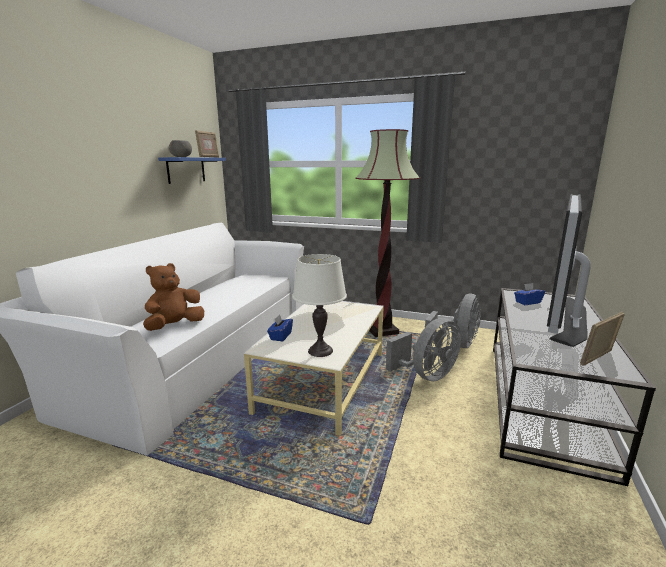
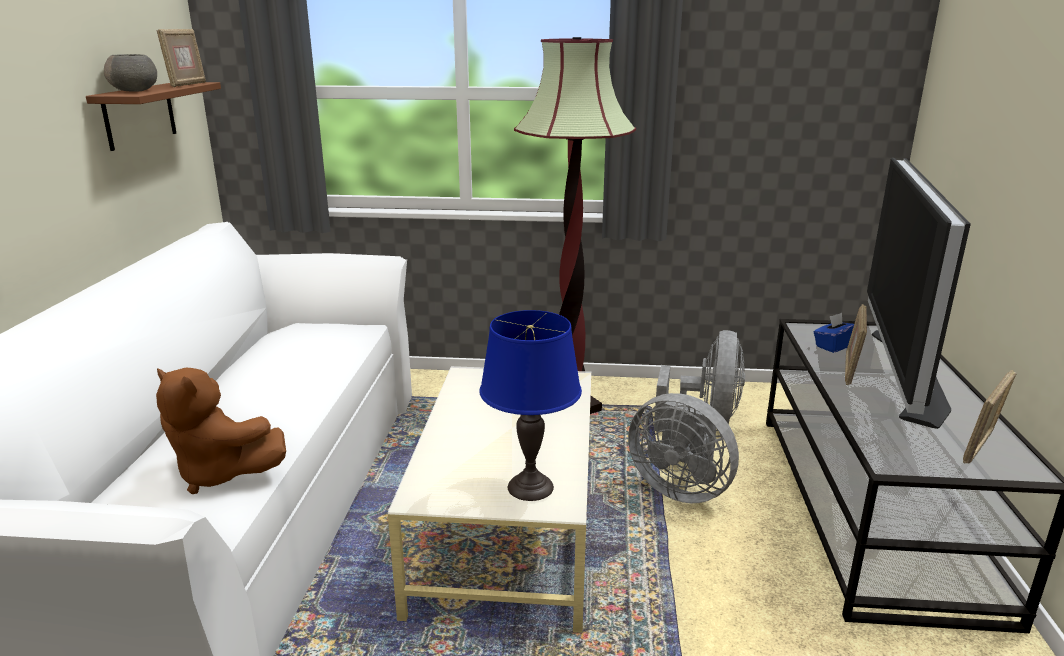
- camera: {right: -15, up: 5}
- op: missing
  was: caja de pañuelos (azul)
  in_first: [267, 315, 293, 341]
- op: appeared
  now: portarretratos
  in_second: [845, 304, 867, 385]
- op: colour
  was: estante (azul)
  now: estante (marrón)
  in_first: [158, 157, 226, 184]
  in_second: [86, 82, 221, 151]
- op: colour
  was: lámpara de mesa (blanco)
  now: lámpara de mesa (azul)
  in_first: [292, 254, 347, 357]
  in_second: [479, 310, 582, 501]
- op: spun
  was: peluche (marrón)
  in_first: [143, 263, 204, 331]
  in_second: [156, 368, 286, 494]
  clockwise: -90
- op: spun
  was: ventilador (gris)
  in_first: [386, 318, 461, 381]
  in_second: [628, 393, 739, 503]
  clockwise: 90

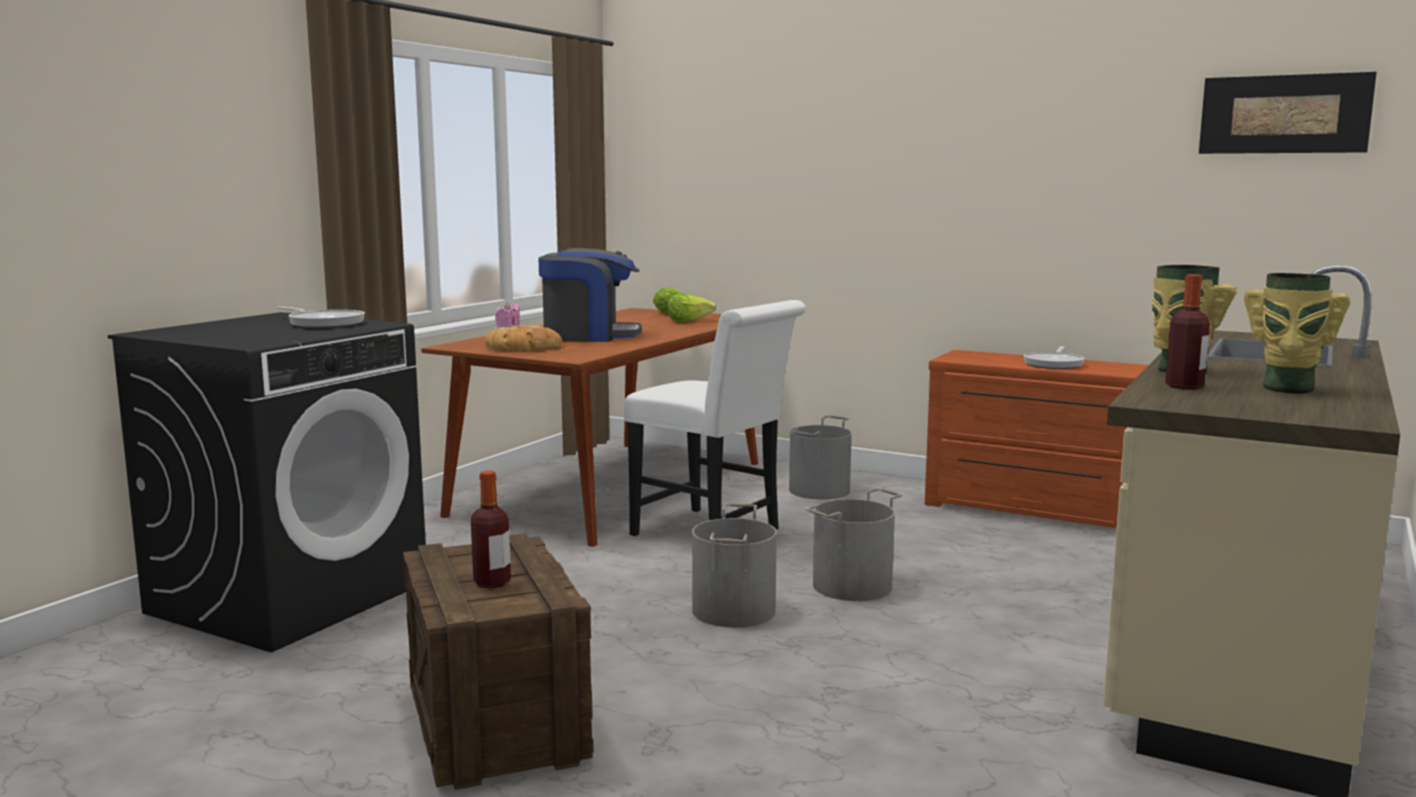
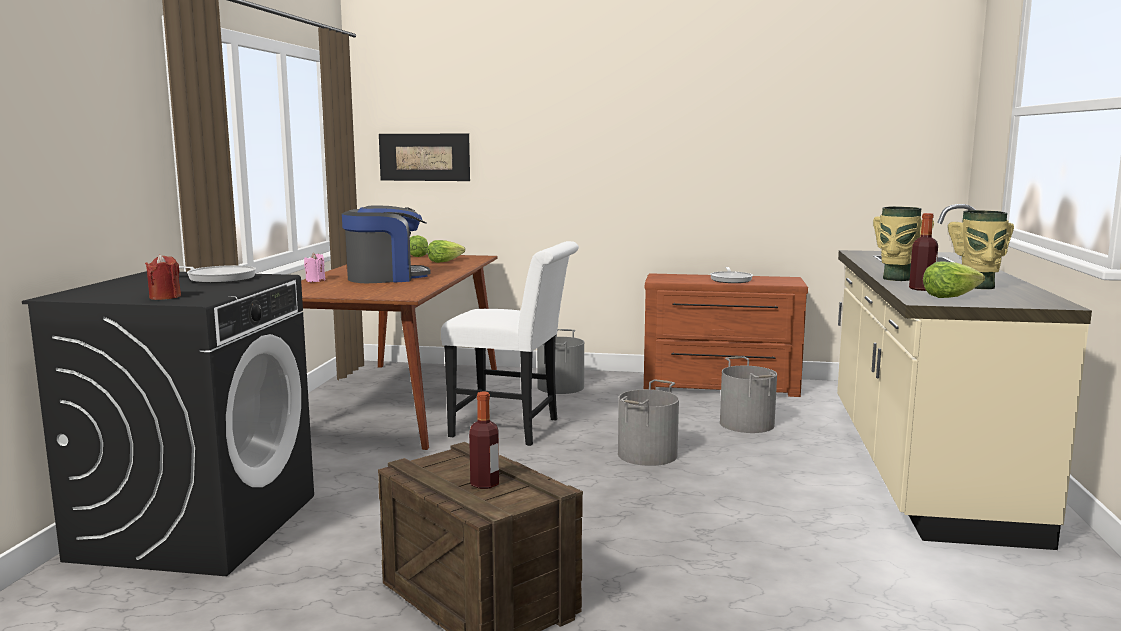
- camera: {right: -20, up: 0}
- op: missing
  was: pan
  in_first: [485, 325, 562, 352]
- op: appeared
  now: vela (rojo)
  in_second: [145, 254, 181, 300]
- op: appeared
  now: lechuga
  in_second: [923, 262, 985, 298]
- op: relocated
  was: cubo (gris)
  in_first: [692, 503, 777, 627]
  in_second: [720, 356, 777, 433]
- op: relocated
  was: cuadro
  in_first: [1199, 72, 1377, 154]
  in_second: [379, 134, 470, 181]

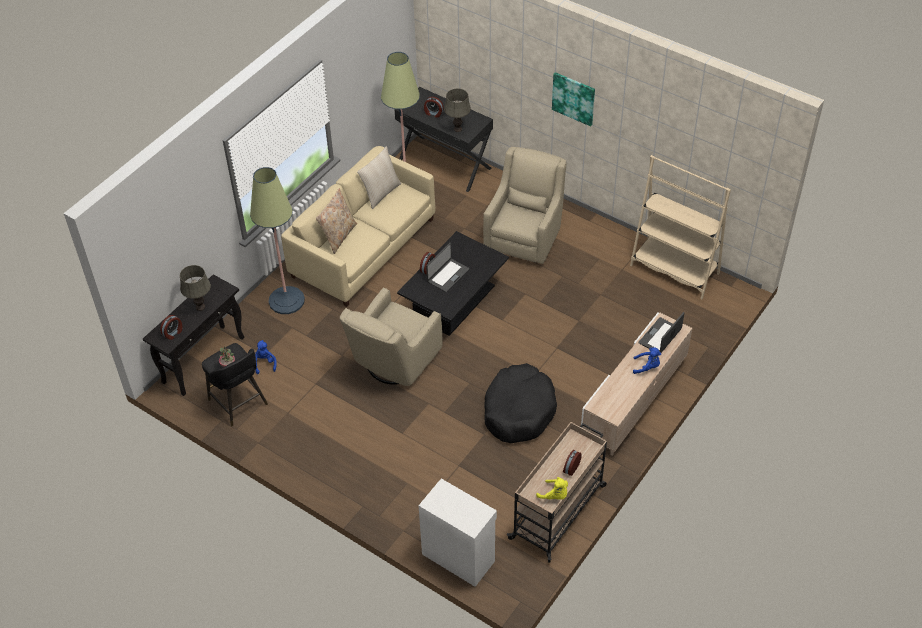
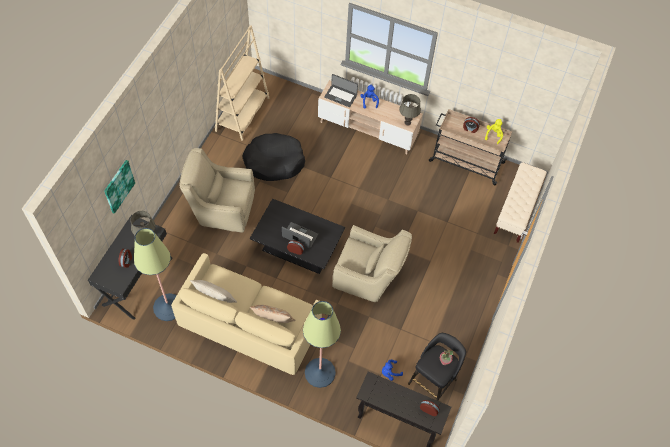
- camera: {right: -105, up: 10}
- op: relocated
  was: lámpara de mesa (gris)
  in_first: [180, 265, 211, 311]
  in_second: [399, 94, 421, 125]
- op: relocated
  was: cama para perro (negro)
  in_first: [484, 363, 557, 443]
  in_second: [242, 133, 305, 181]
- op: relocated
  was: cuadro
  in_first: [552, 72, 595, 126]
  in_second: [104, 160, 135, 214]
- op: exchanged
  was: armario (blanco)
  now: banco (beis)
  in_first: [418, 478, 497, 587]
  in_second: [494, 162, 547, 243]

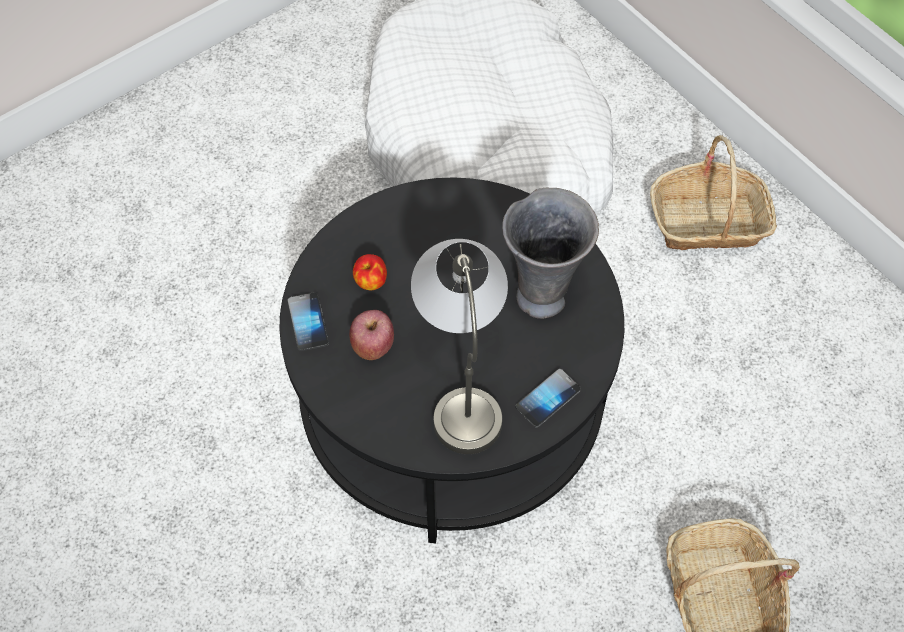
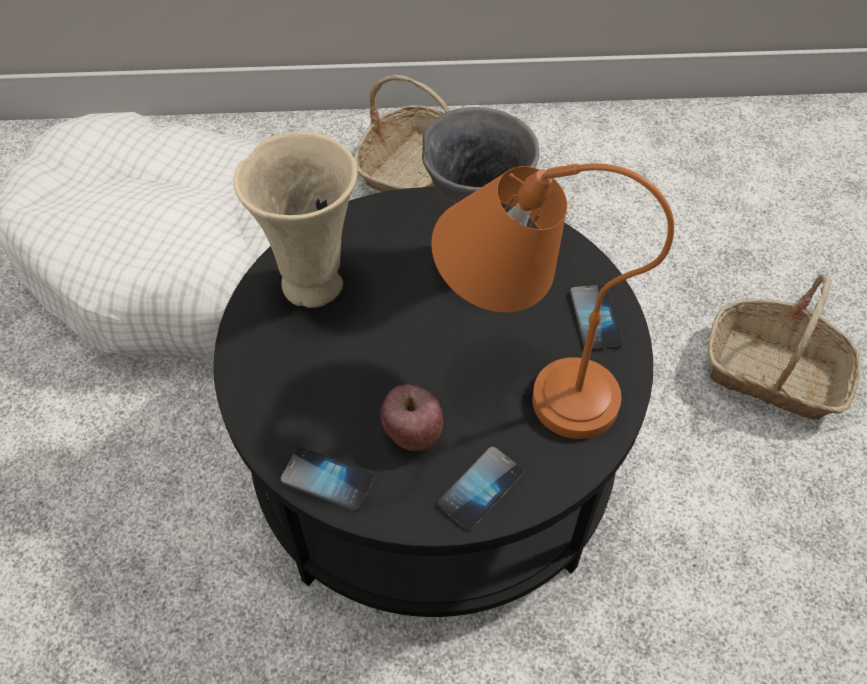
- camera: {right: -55, up: -5}
- op: missing
  was: manzana
  in_first: [353, 254, 387, 290]
- op: appeared
  now: florero (beis)
  in_second: [233, 131, 358, 308]
- op: appeared
  now: móvil
  in_second: [437, 446, 523, 531]
- op: colour
  was: lámpara de mesa (gris)
  now: lámpara de mesa (naranja)
  in_first: [411, 239, 508, 454]
  in_second: [431, 164, 674, 439]

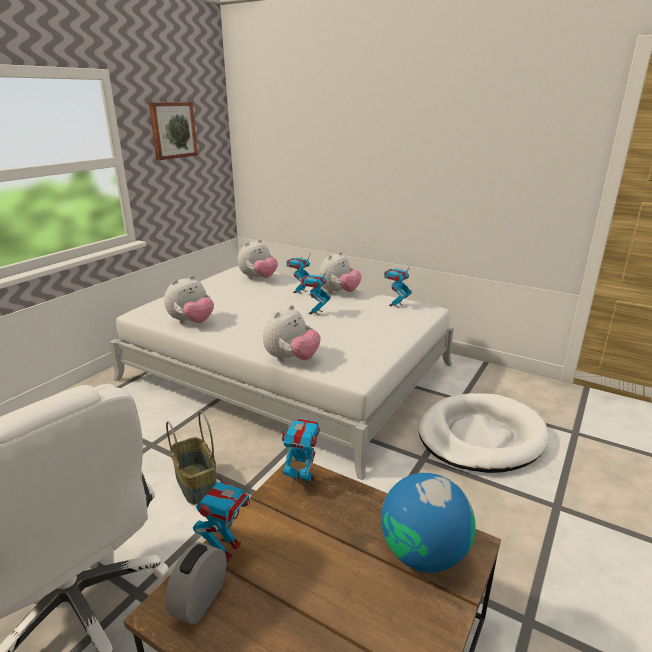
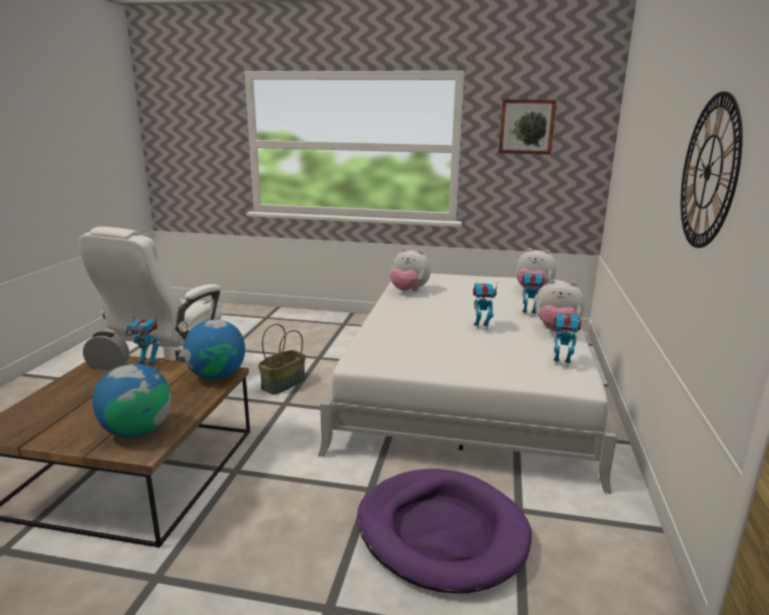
- camera: {right: 70, up: -5}
- op: missing
  was: peluche
  in_first: [263, 305, 321, 362]
- op: appeared
  now: reloj de pared
  in_second: [681, 91, 743, 248]
- op: exchanged
  was: robot de juguete
  now: globo terráqueo
  in_first: [280, 418, 320, 488]
  in_second: [183, 320, 245, 380]
- op: colour
  was: cama para perro (blanco)
  now: cama para perro (morado)
  in_first: [419, 393, 549, 473]
  in_second: [357, 469, 532, 593]

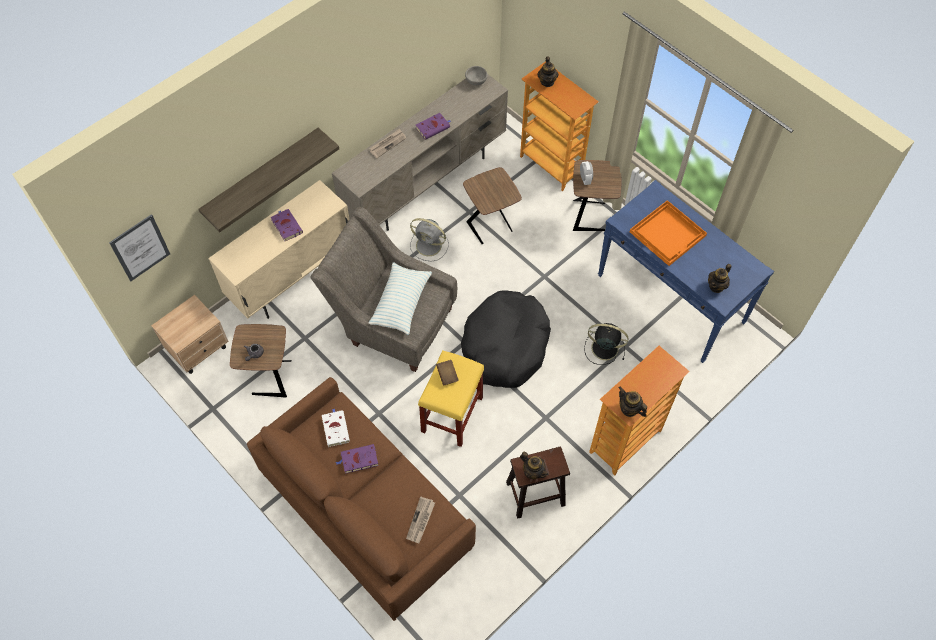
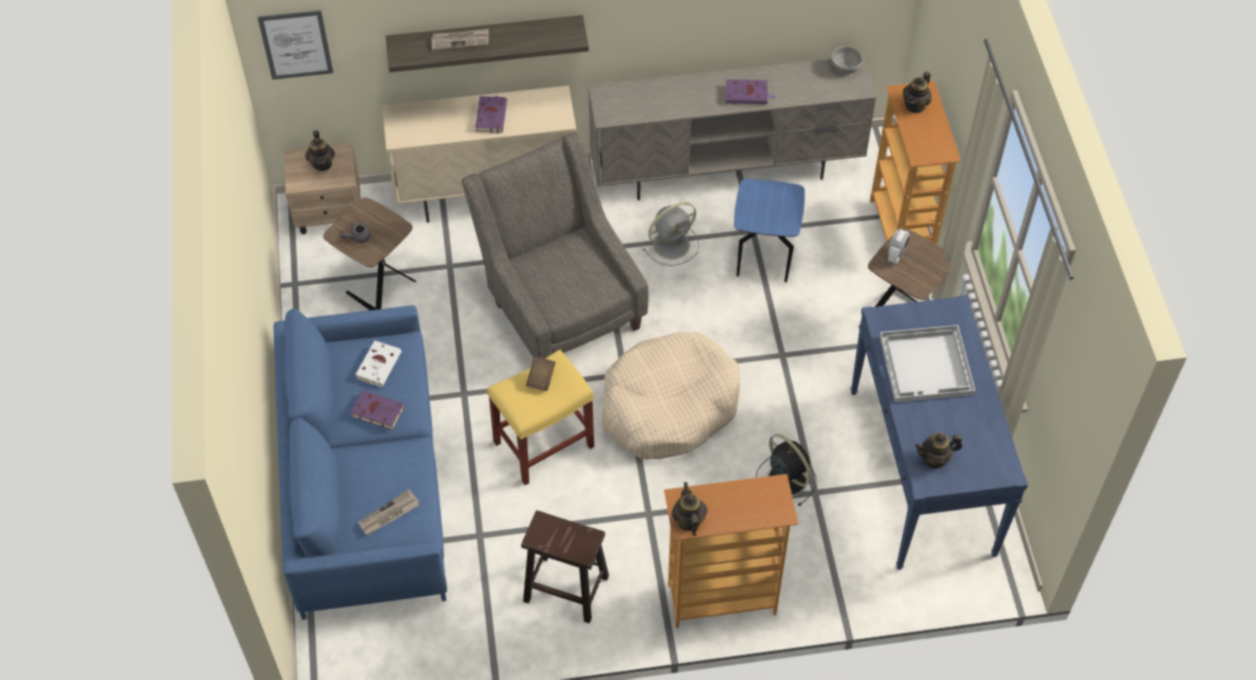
- camera: {right: 35, up: -5}
- op: missing
  was: cojín
  in_first: [369, 262, 432, 335]
- op: relocated
  was: periódico
  in_first: [369, 129, 406, 158]
  in_second: [431, 29, 489, 50]
- op: relocated
  was: tetera
  in_first: [520, 452, 549, 479]
  in_second: [305, 130, 335, 171]
- op: colour
  was: sofá (marrón)
  now: sofá (azul)
  in_first: [247, 377, 476, 621]
  in_second: [273, 305, 447, 620]
- op: colour
  was: cama para perro (negro)
  now: cama para perro (beis)
  in_first: [461, 290, 551, 388]
  in_second: [602, 332, 740, 460]
- op: colour
  was: mesa auxiliar (marrón)
  now: mesa auxiliar (azul)
  in_first: [463, 167, 522, 244]
  in_second: [734, 179, 805, 282]
- op: colour
  was: bandeja (naranja)
  now: bandeja (blanco)
  in_first: [630, 200, 707, 266]
  in_second: [880, 325, 976, 402]
- op: spun
  was: ventilador (gris)
  in_first: [410, 218, 449, 262]
  in_second: [642, 202, 699, 266]
  clockwise: -90

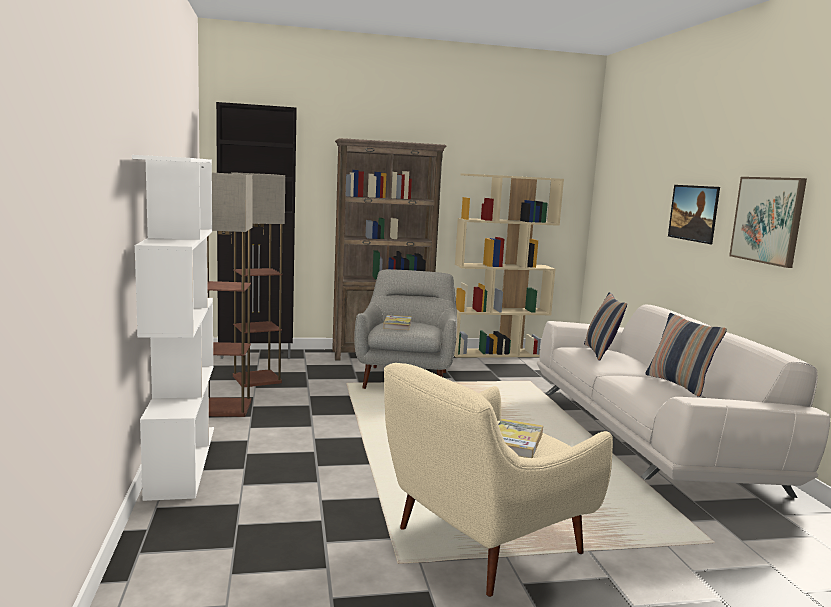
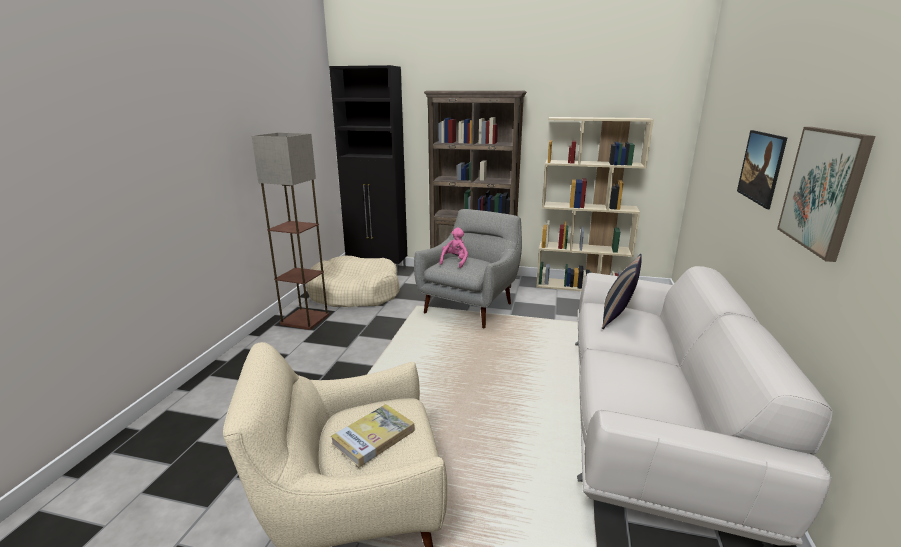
- camera: {right: 25, up: 10}
- op: missing
  was: estantería (blanco)
  in_first: [132, 155, 214, 501]
- op: missing
  was: cojín
  in_first: [645, 313, 727, 397]
- op: exchanged
  was: lámpara de pie
  now: cama para perro (beis)
  in_first: [232, 172, 285, 387]
  in_second: [306, 255, 399, 307]
- op: exchanged
  was: libro
  now: peluche (rosa)
  in_first: [383, 315, 412, 330]
  in_second: [439, 227, 468, 268]

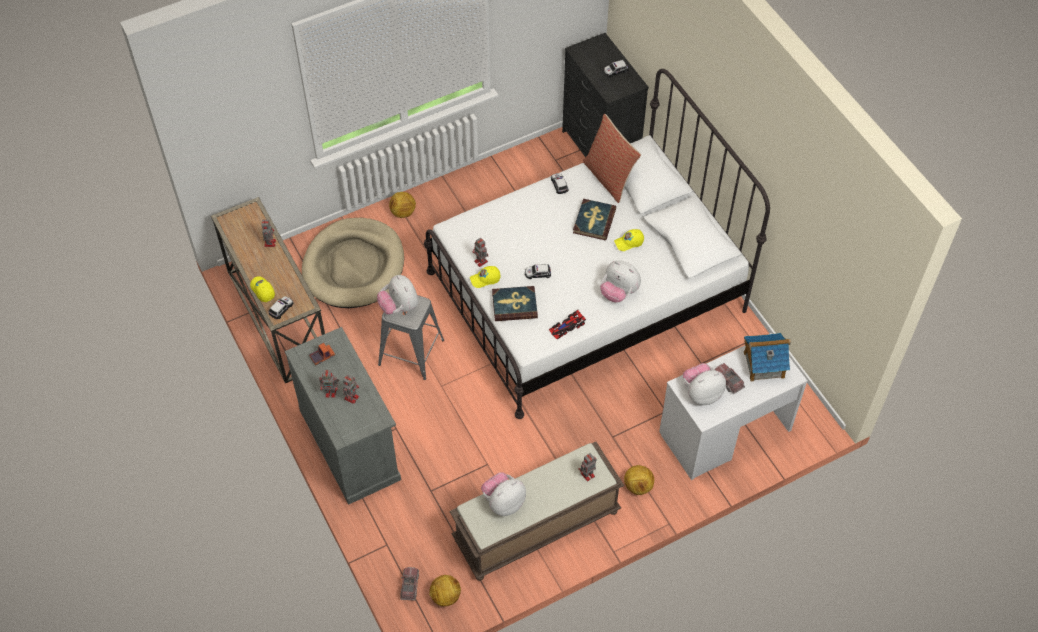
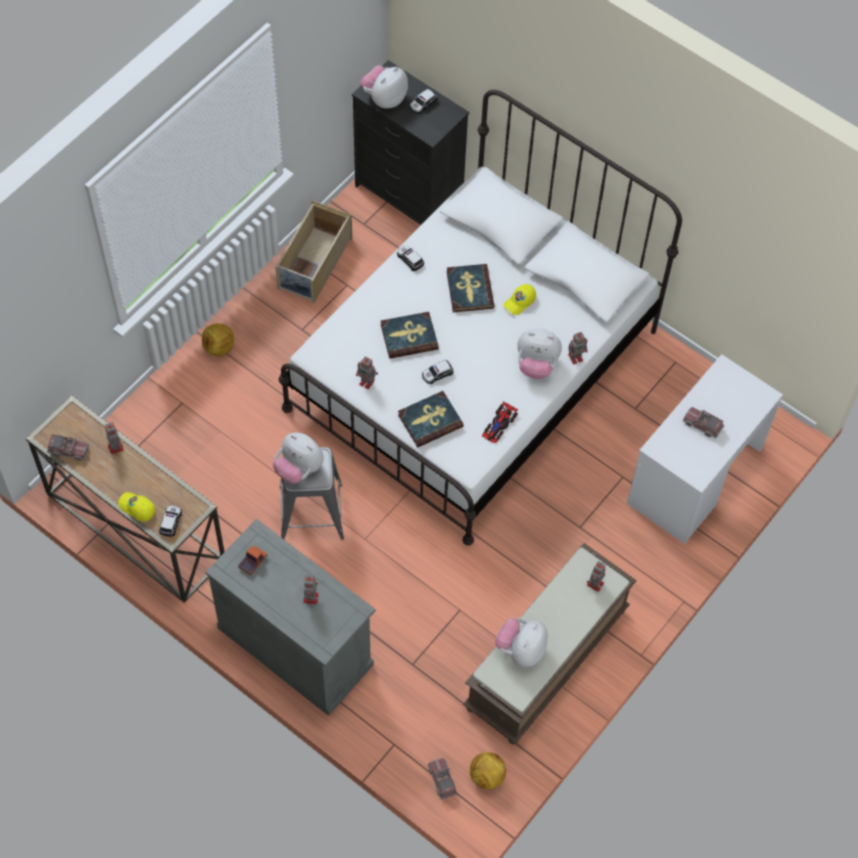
- camera: {right: -25, up: 5}
- op: missing
  was: cama para perro (beis)
  in_first: [302, 218, 404, 308]
- op: missing
  was: gorra (amarillo)
  in_first: [470, 266, 501, 288]
- op: missing
  was: cojín
  in_first: [583, 114, 641, 203]
- op: missing
  was: balón de fútbol
  in_first: [624, 465, 654, 495]
- op: missing
  was: casita
  in_first: [744, 333, 791, 382]
- op: appeared
  now: camión de juguete
  in_second: [47, 434, 90, 461]
- op: appeared
  now: caja de almacenaje (beis)
  in_second: [275, 200, 352, 303]
- op: appeared
  now: libro
  in_second: [380, 312, 439, 359]
- op: relocated
  was: robot de juguete
  in_first: [319, 370, 339, 398]
  in_second: [568, 332, 588, 364]
- op: relocated
  was: peluche
  in_first: [683, 363, 726, 405]
  in_second: [360, 66, 408, 109]

